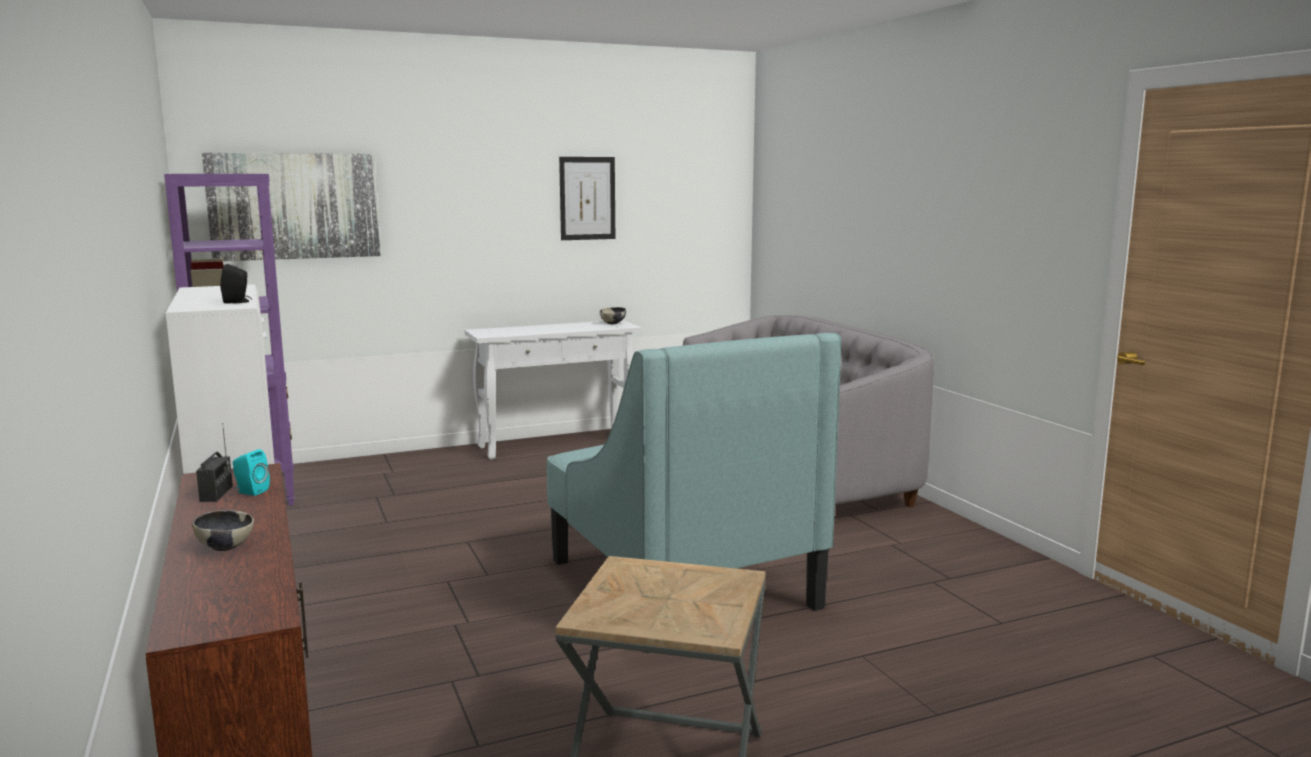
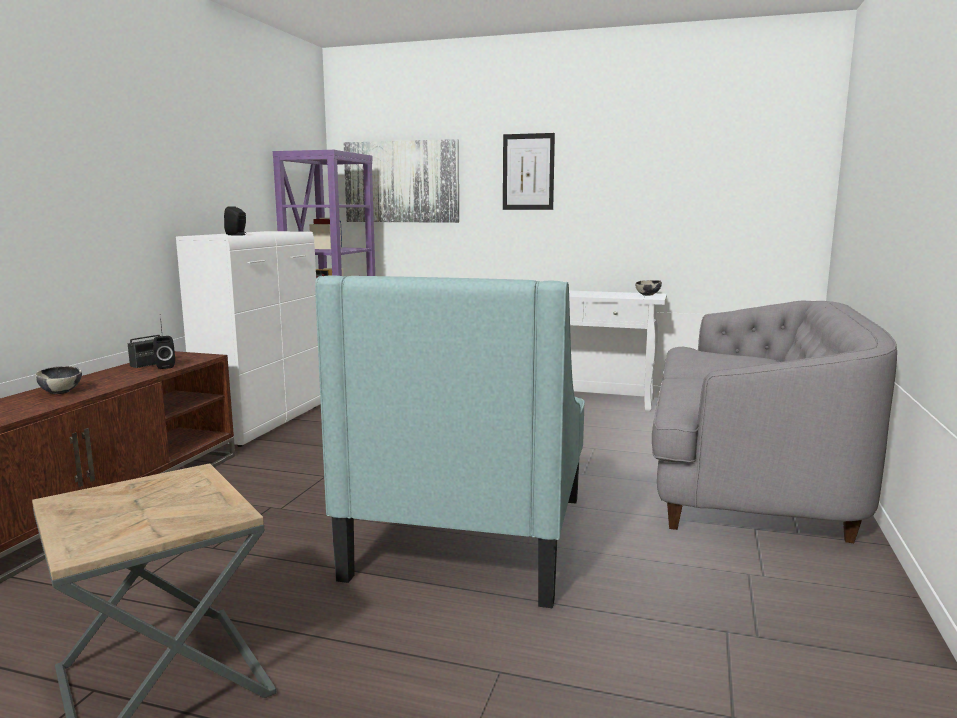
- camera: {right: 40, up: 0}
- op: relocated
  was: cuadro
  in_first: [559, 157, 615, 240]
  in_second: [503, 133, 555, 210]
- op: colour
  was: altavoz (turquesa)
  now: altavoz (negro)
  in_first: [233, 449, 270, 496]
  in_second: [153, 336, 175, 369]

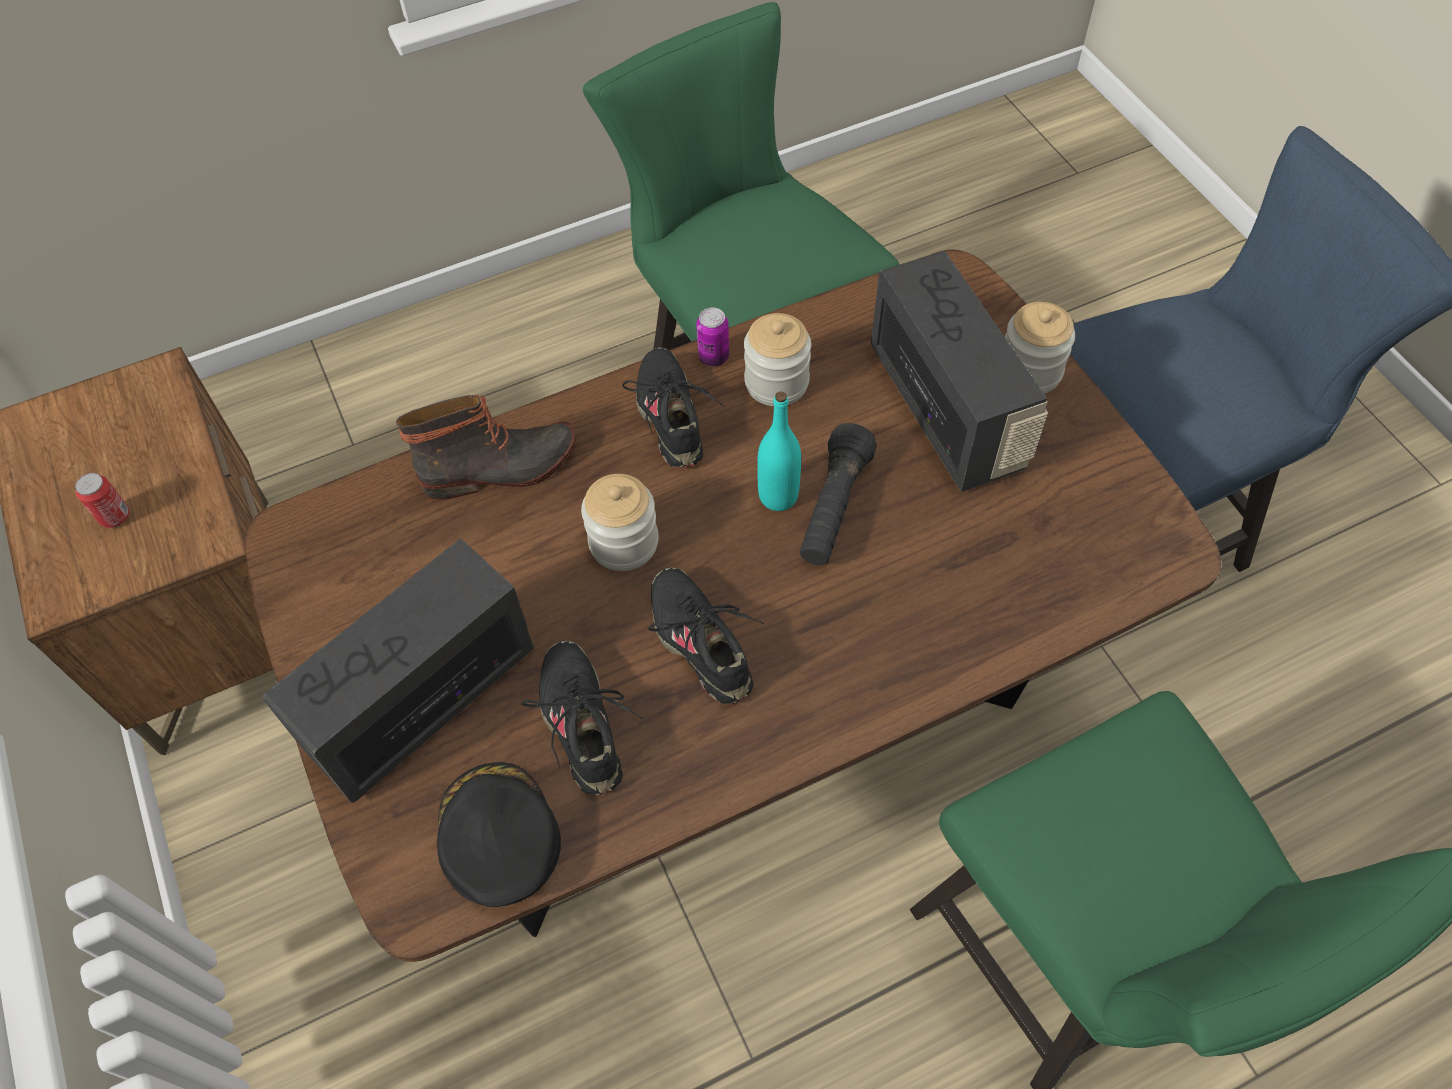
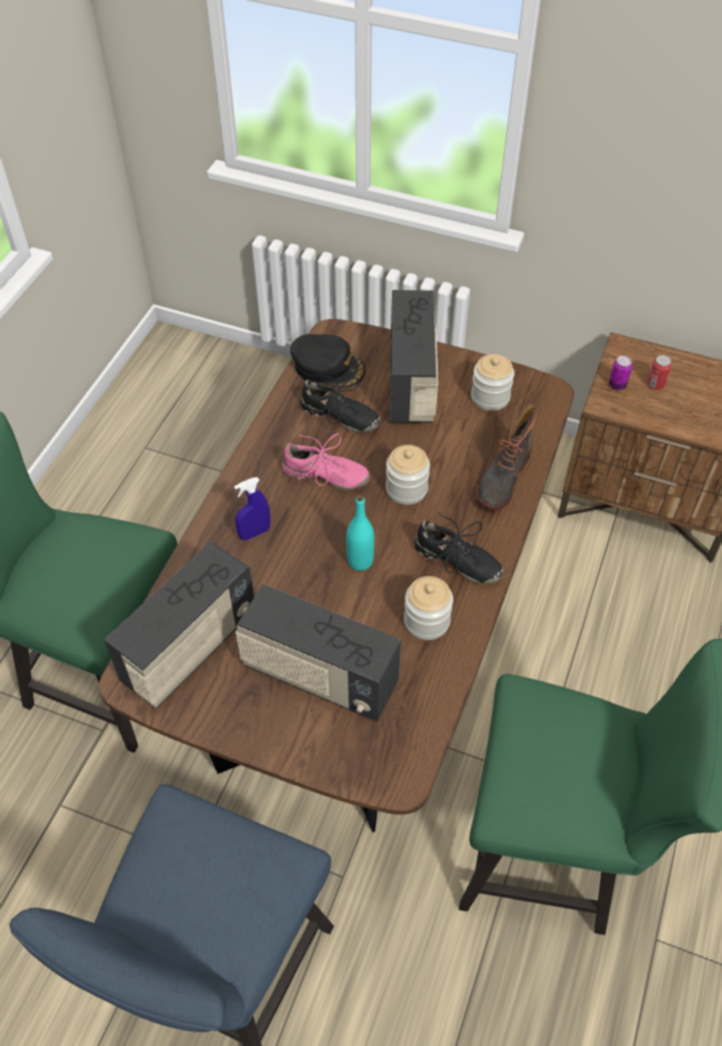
- camera: {right: 135, up: -5}
- op: missing
  was: linterna (negro)
  in_first: [800, 423, 877, 565]
- op: appeared
  now: radio
  in_second: [104, 541, 254, 709]
- op: appeared
  now: pulverizador (azul)
  in_second: [234, 477, 270, 540]
- op: relocated
  was: lata
  in_first: [696, 307, 729, 367]
  in_second: [609, 356, 632, 390]
- op: relocated
  was: tarro
  in_first: [1005, 302, 1075, 394]
  in_second: [471, 354, 514, 411]
- op: colour
  was: zapato (negro)
  now: zapato (rosa)
  in_first: [648, 567, 764, 704]
  in_second: [282, 433, 370, 490]

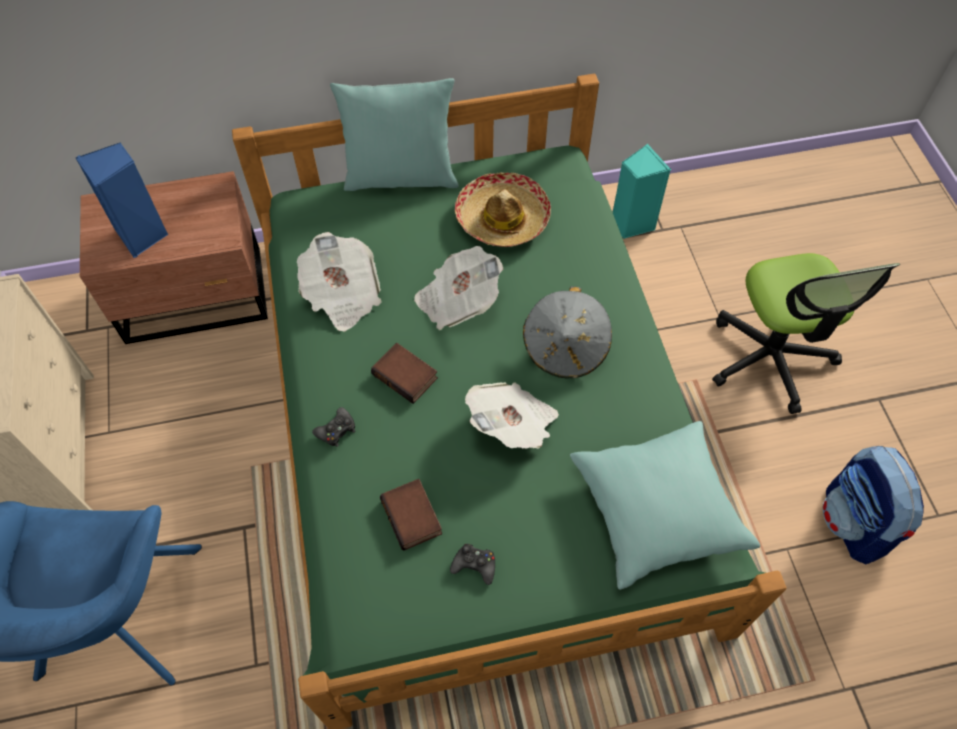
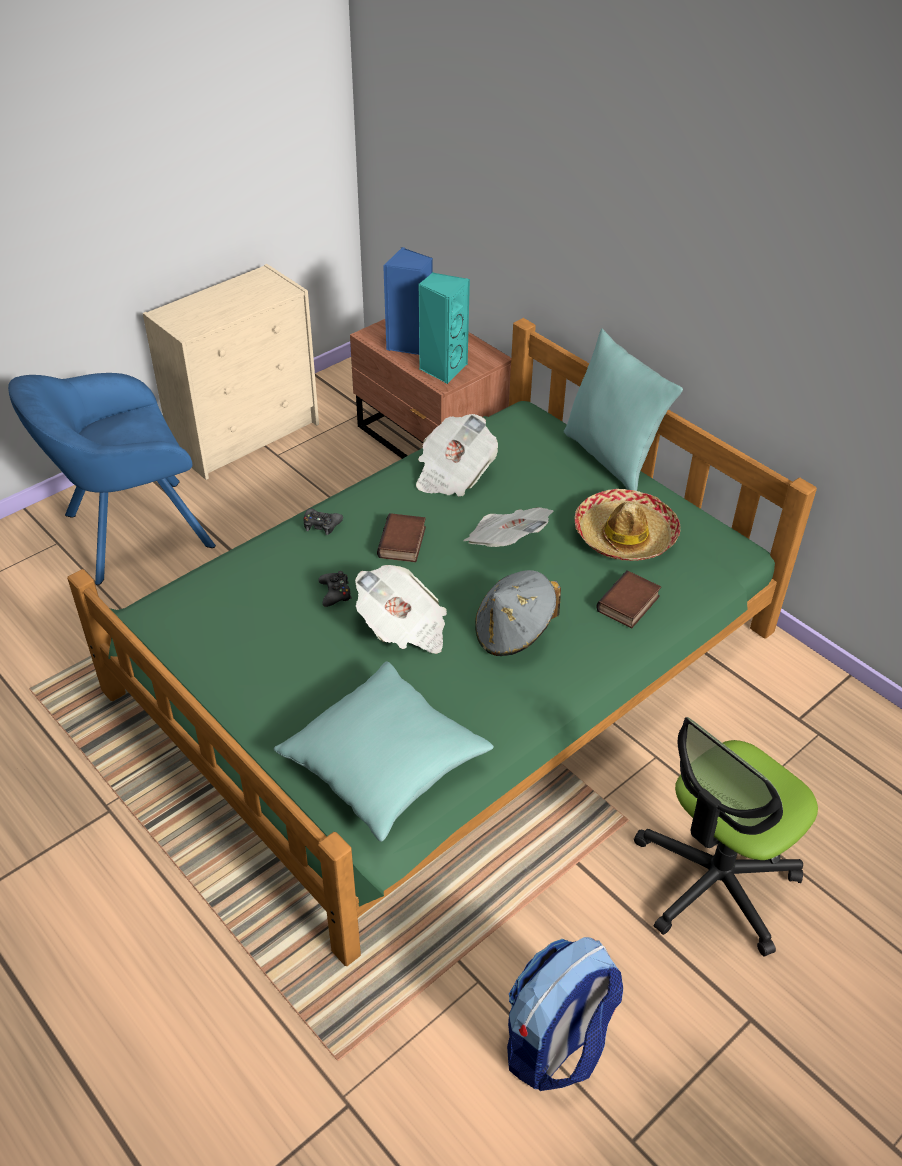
- camera: {right: 60, up: -15}
- op: relocated
  was: libro
  in_first: [380, 479, 442, 551]
  in_second: [596, 570, 661, 628]
- op: relocated
  was: mando de consola (negro)
  in_first: [450, 544, 495, 585]
  in_second: [318, 571, 352, 607]
- op: relocated
  was: altavoz (turquesa)
  in_first: [613, 144, 671, 239]
  in_second: [418, 272, 470, 384]

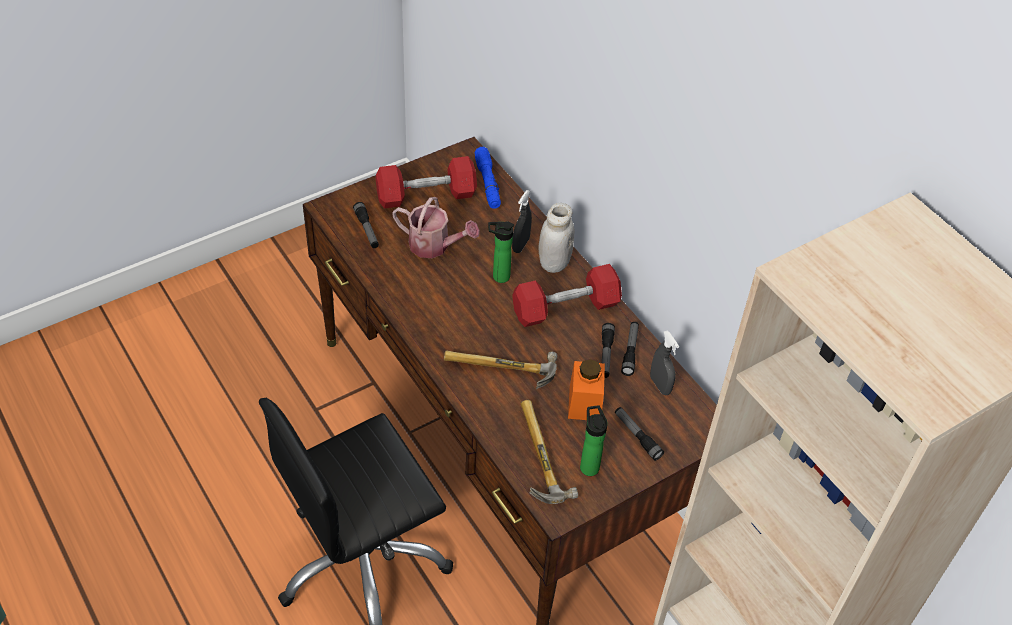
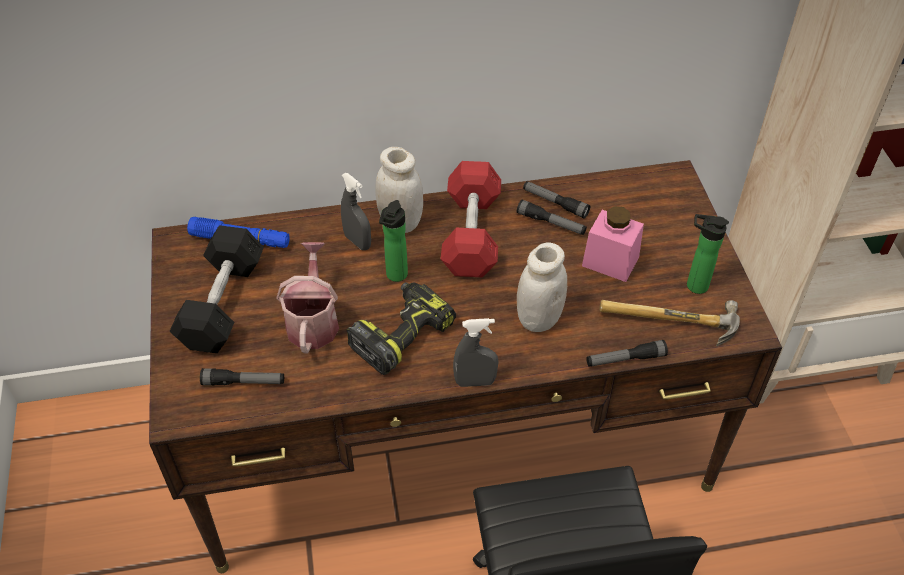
- camera: {right: -65, up: 0}
- op: appeared
  now: taladro
  in_second: [346, 282, 456, 375]
- op: relocated
  was: linterna
  in_first: [615, 407, 664, 461]
  in_second: [586, 340, 668, 367]
- op: relocated
  was: pulverizador (gris)
  in_first: [650, 331, 679, 395]
  in_second: [453, 318, 499, 387]
- op: exchanged
  was: martillo
  now: tarro (blanco)
  in_first: [444, 350, 558, 389]
  in_second: [517, 242, 567, 332]
- op: colour
  was: mancuerna (rojo)
  now: mancuerna (negro)
  in_first: [376, 156, 477, 208]
  in_second: [169, 225, 264, 353]
- op: colour
  was: tarro (naranja)
  now: tarro (rosa)
  in_first: [568, 359, 605, 420]
  in_second: [582, 207, 644, 282]
- op: spun
  was: regadera
  in_first: [392, 197, 480, 258]
  in_second: [276, 242, 339, 353]
  clockwise: -45

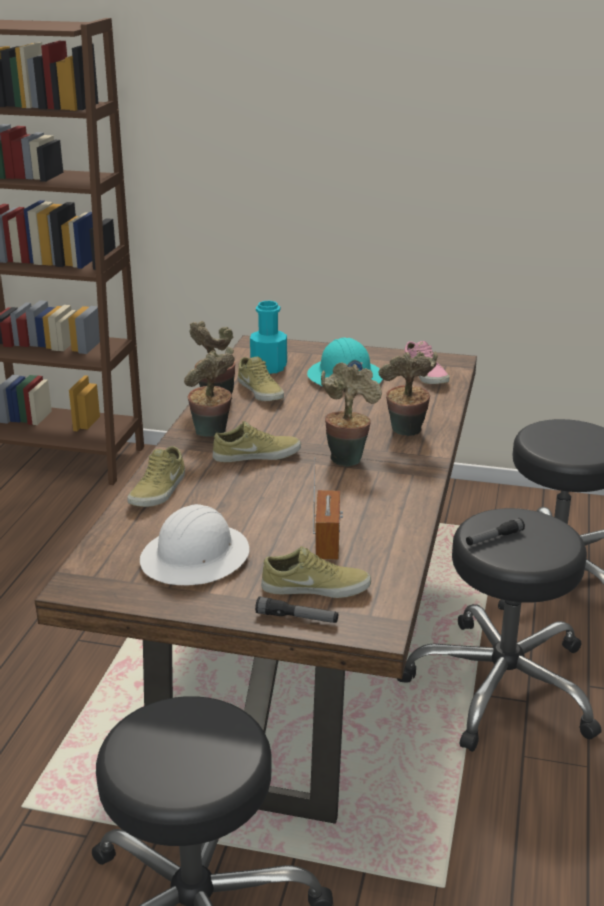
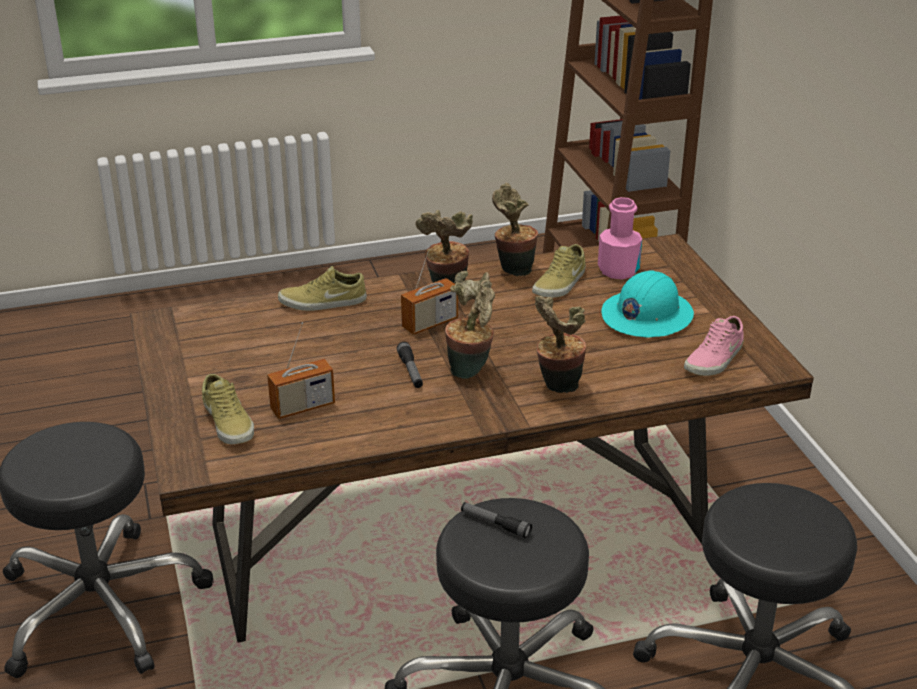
- camera: {right: 60, up: 5}
- op: missing
  was: casco (blanco)
  in_first: [140, 504, 249, 585]
- op: relocated
  was: linterna
  in_first: [255, 596, 338, 623]
  in_second: [397, 342, 423, 388]
- op: exchanged
  was: zapato (beis)
  now: radio
  in_first: [213, 421, 301, 462]
  in_second: [401, 244, 458, 335]
- op: colour
  was: botella (turquesa)
  now: botella (rosa)
  in_first: [250, 301, 287, 374]
  in_second: [598, 197, 642, 279]

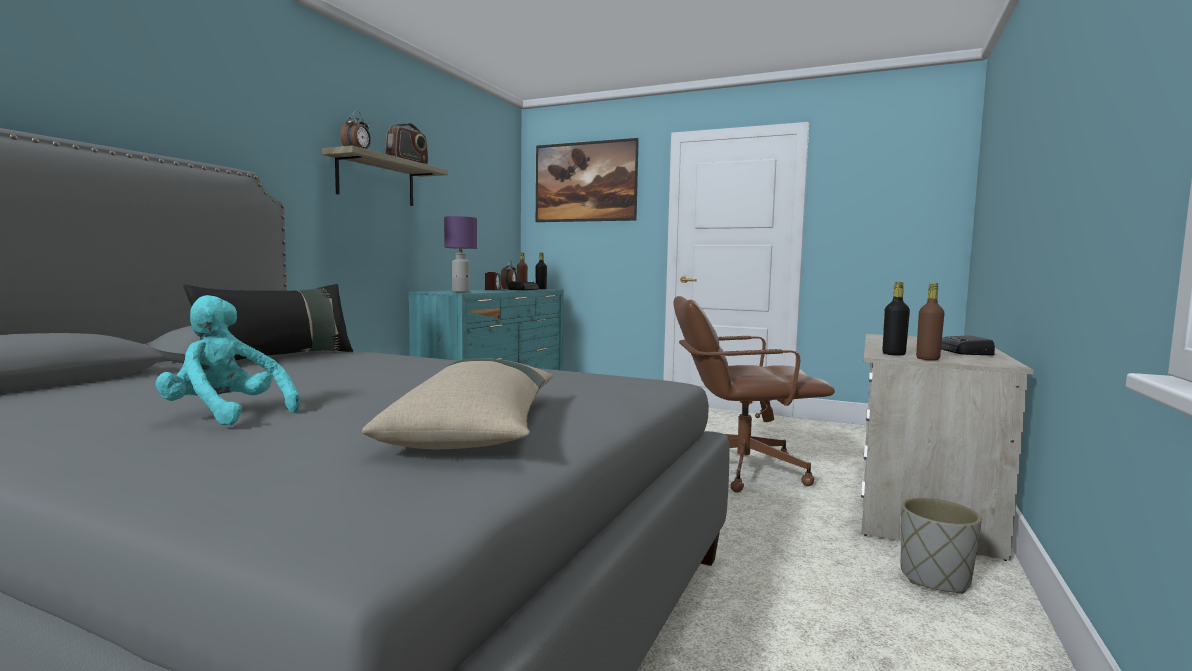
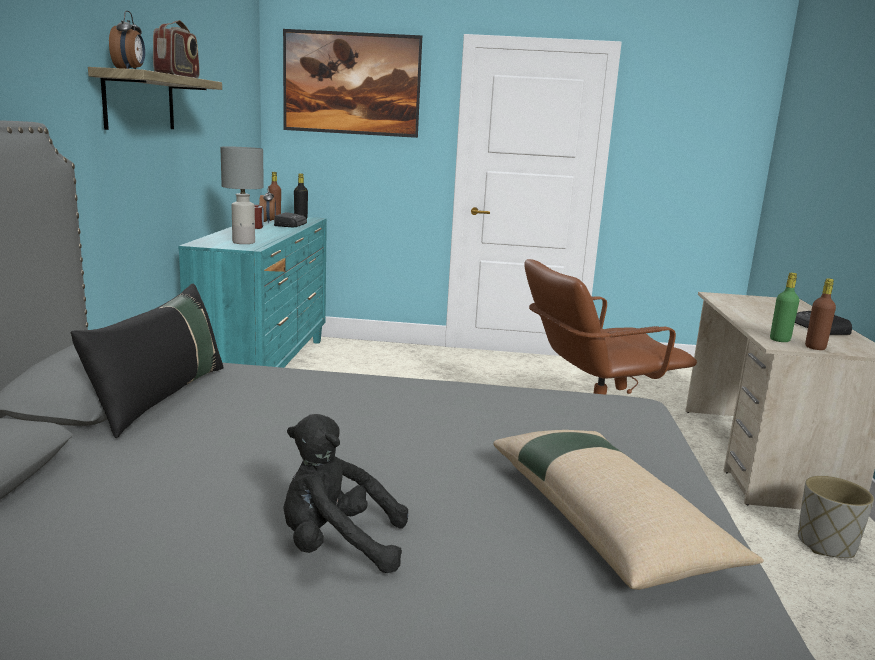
- camera: {right: -20, up: 10}
- op: colour
  was: peluche (turquesa)
  now: peluche (negro)
  in_first: [155, 295, 300, 425]
  in_second: [283, 414, 408, 573]
- op: colour
  was: lámpara de mesa (morado)
  now: lámpara de mesa (gris)
  in_first: [444, 216, 477, 292]
  in_second: [220, 146, 264, 244]
- op: colour
  was: botella (negro)
  now: botella (verde)
  in_first: [882, 282, 910, 356]
  in_second: [770, 273, 799, 342]

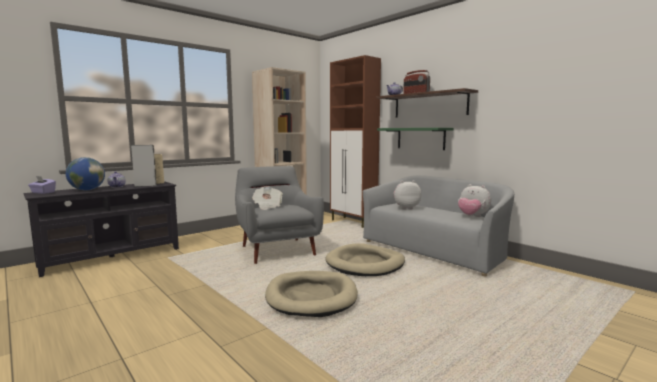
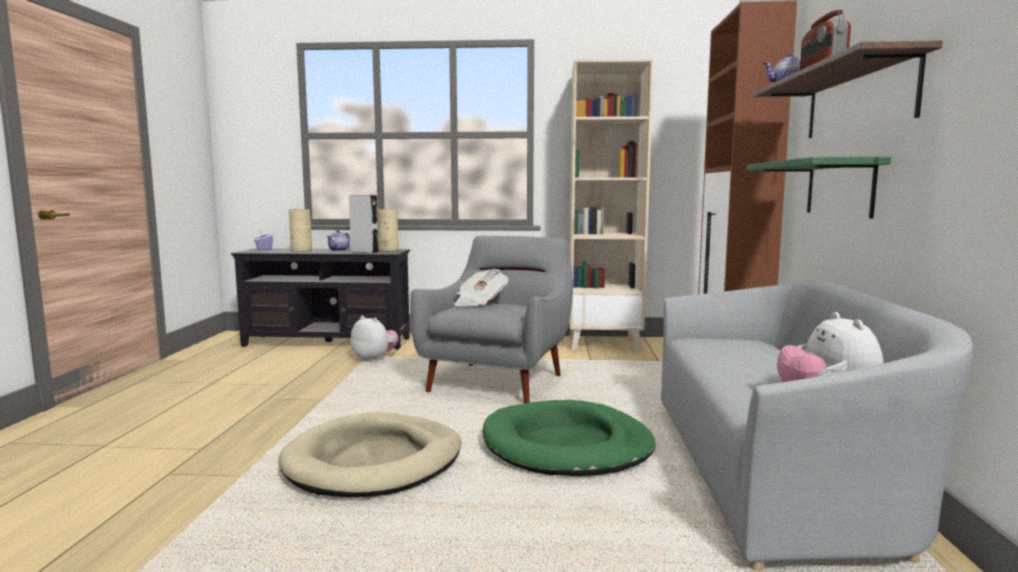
- camera: {right: 45, up: 0}
- op: relocated
  was: peluche
  in_first: [393, 180, 421, 210]
  in_second: [351, 315, 399, 362]
- op: exchanged
  was: globo terráqueo
  now: florero (beis)
  in_first: [66, 157, 105, 190]
  in_second: [289, 209, 312, 252]
- op: colour
  was: cama para perro (beis)
  now: cama para perro (verde)
  in_first: [325, 243, 405, 276]
  in_second: [483, 400, 656, 476]

